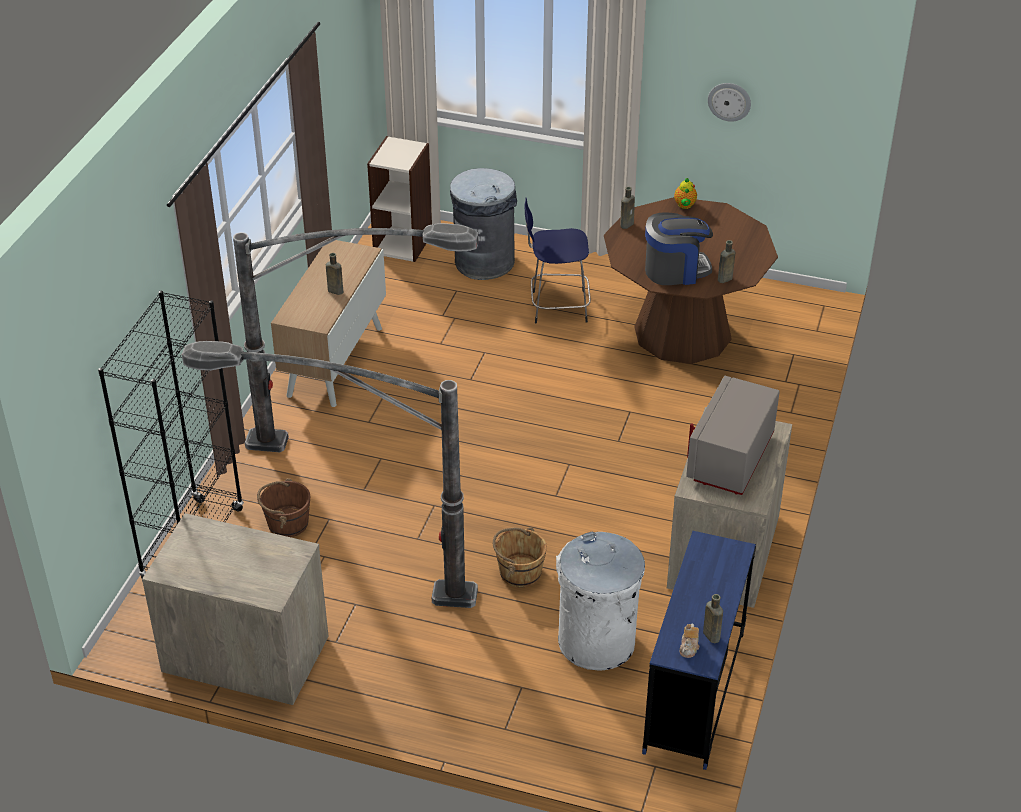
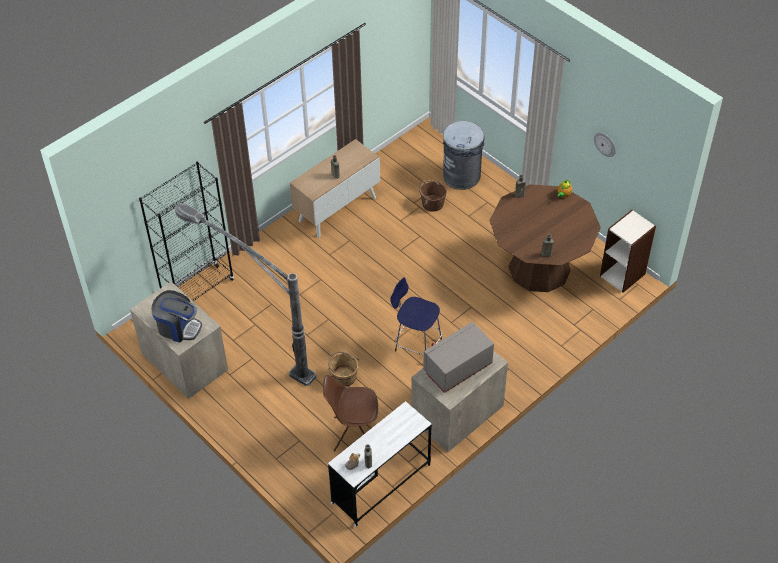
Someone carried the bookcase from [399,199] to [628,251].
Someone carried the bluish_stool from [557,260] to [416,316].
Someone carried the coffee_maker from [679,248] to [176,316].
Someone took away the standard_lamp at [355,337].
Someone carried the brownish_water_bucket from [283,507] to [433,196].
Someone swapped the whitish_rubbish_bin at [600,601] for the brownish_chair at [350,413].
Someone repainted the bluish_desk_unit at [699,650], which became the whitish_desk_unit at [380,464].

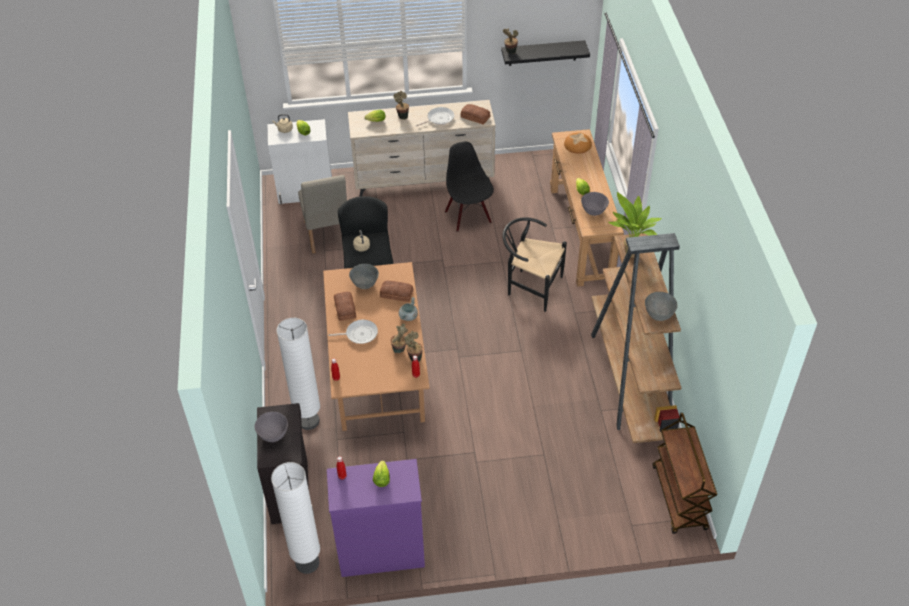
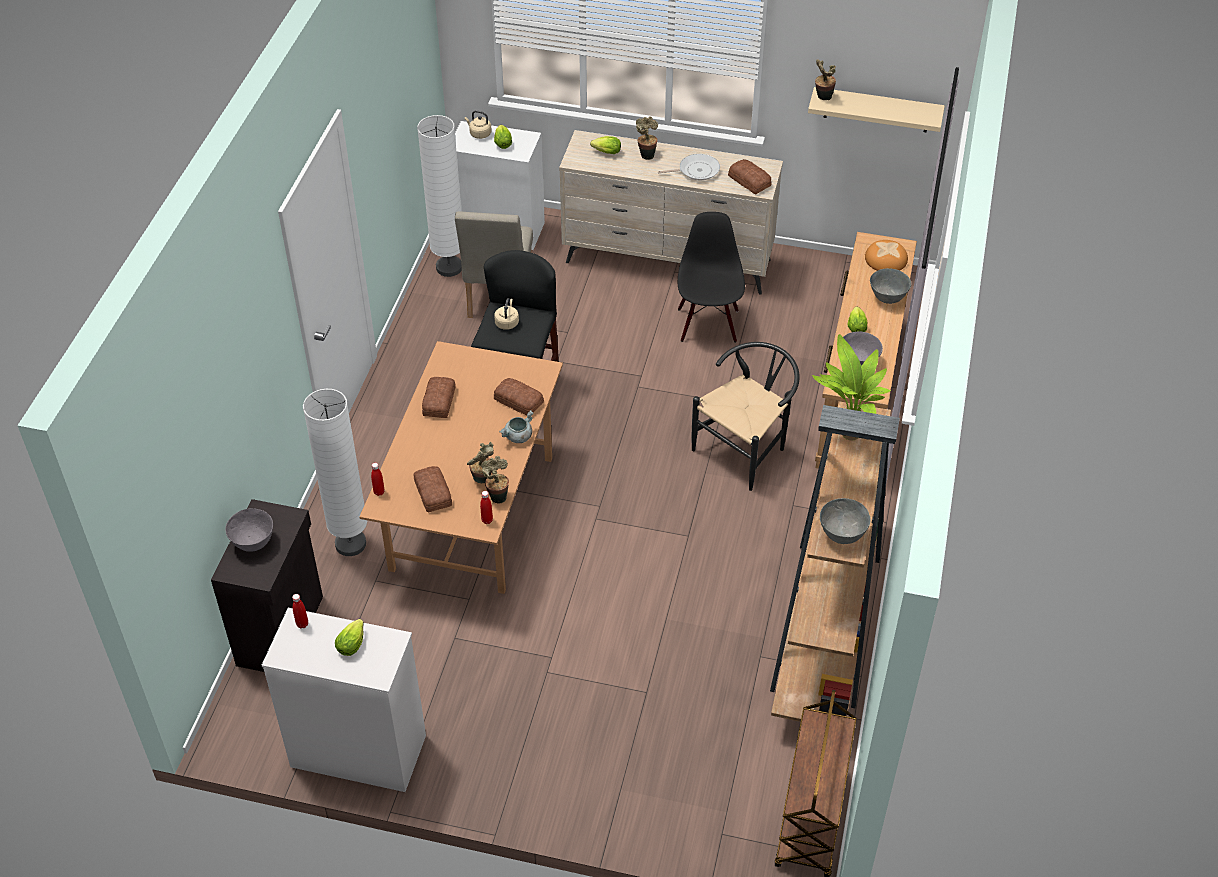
Someone repainted the blackish_bracket_shelf at [545,53], which became the beige_bracket_shelf at [876,109].
Someone rotated the blackish_chair at [534,264] by 90 degrees clockwise.
Someone carried the gray_serving_bowl from [364,276] to [890,286].
Someone took away the frying_pan at [353,332].
Someone repainted the purple_dresser at [376,518], which became the whitish_dresser at [344,700].
Someone carried the whitish_standard_lamp from [295,518] to [439,196].
Someone put down the bakery_bread at [433,489].

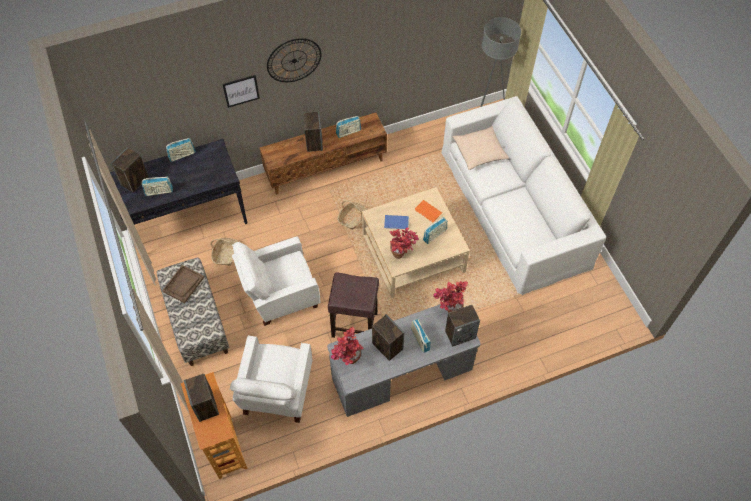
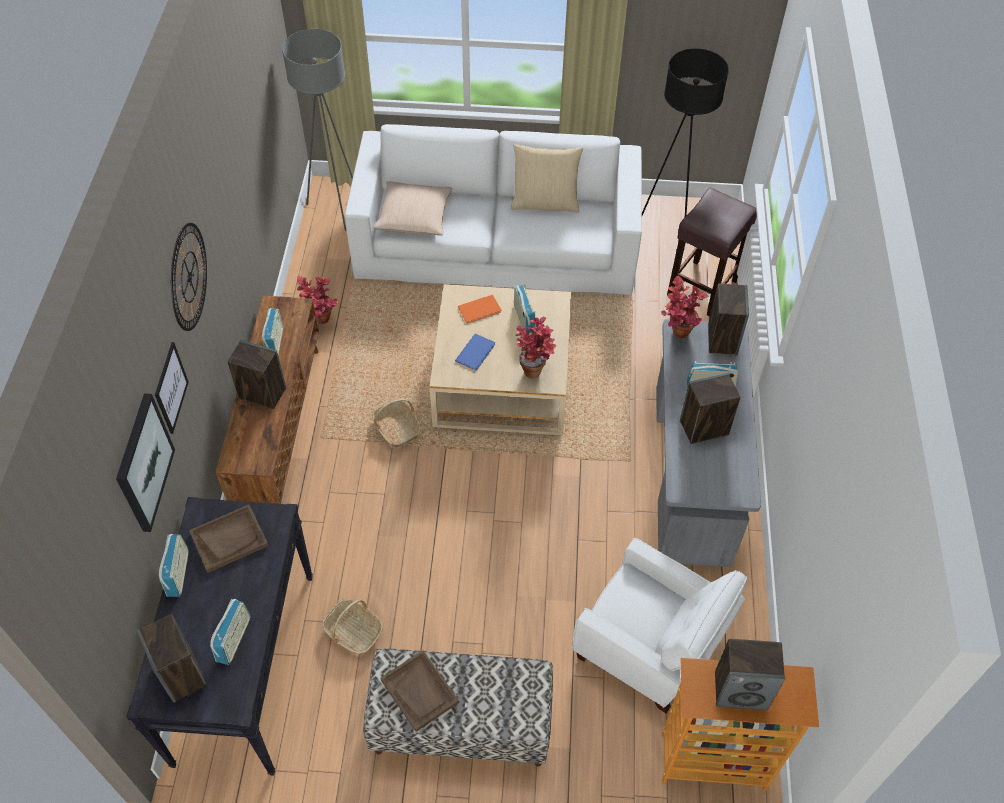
Someone took away the whitish_lounge_chair at [276,281].
Someone carried the brownish_stool from [353,305] to [712,252].
Someone carried the plant_in_a_pot from [347,346] to [317,300].
Someone put down the blackish_standard_lamp at [685,132].
Someone put down the beige_cushion at [547,178].
Someone put up the wall_picture at [145,463].
Someone put down the brownish_serving_tray at [228,539].

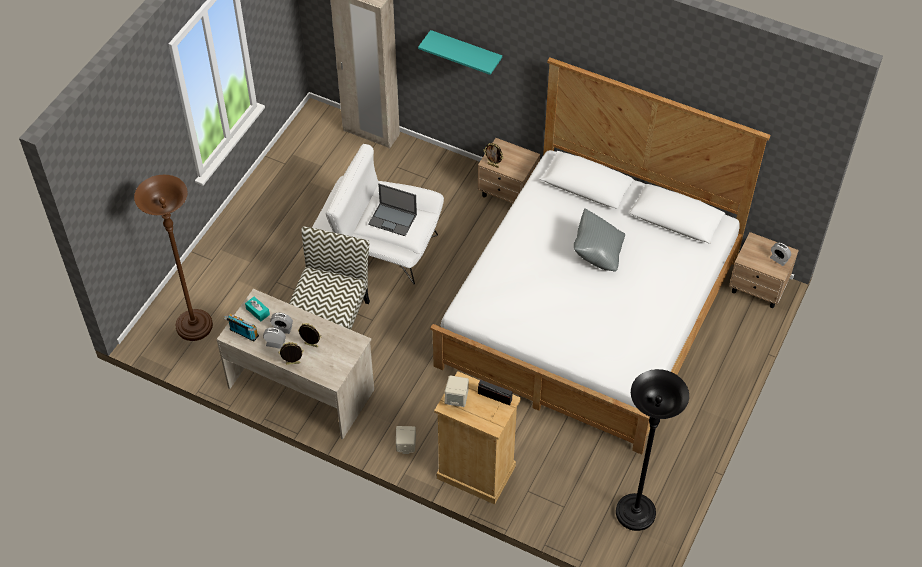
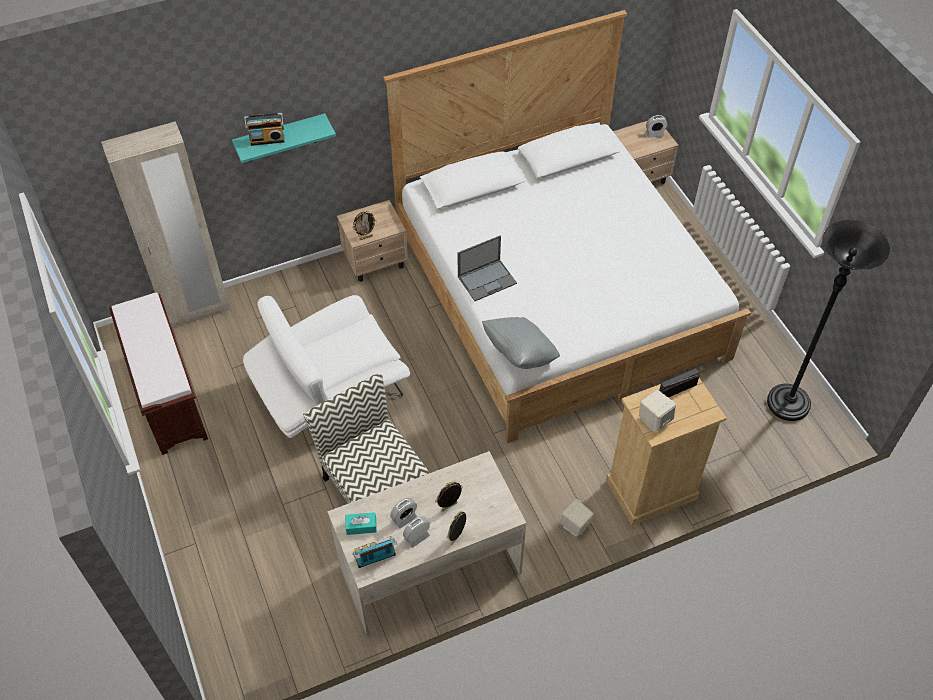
Someone took away the brownish_standard_lamp at [173,258].
Someone carried the portable_computer from [392,210] to [487,268].
Someone carried the gray_cushion from [599,240] to [521,343].
Someone put down the radio at [264,129].
Someone put down the brownish_bench at [158,374].

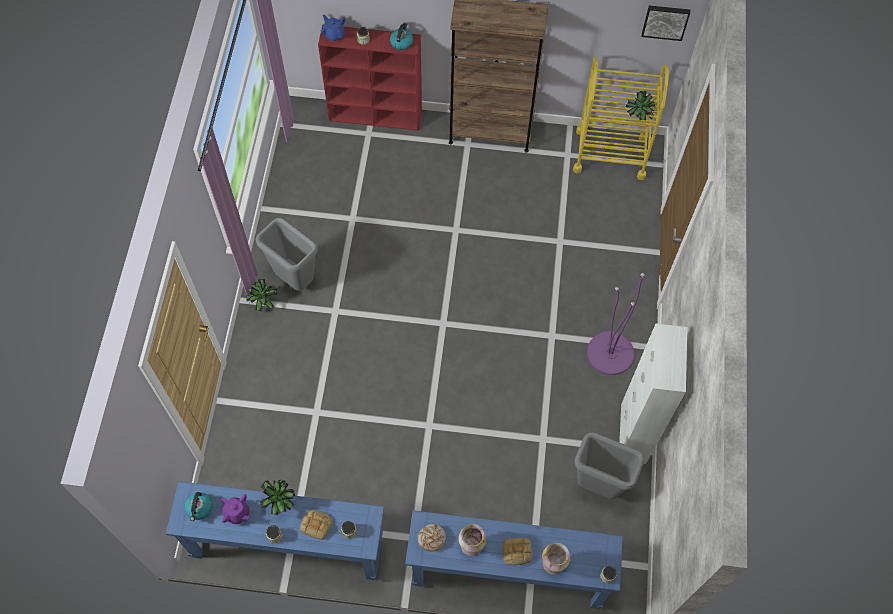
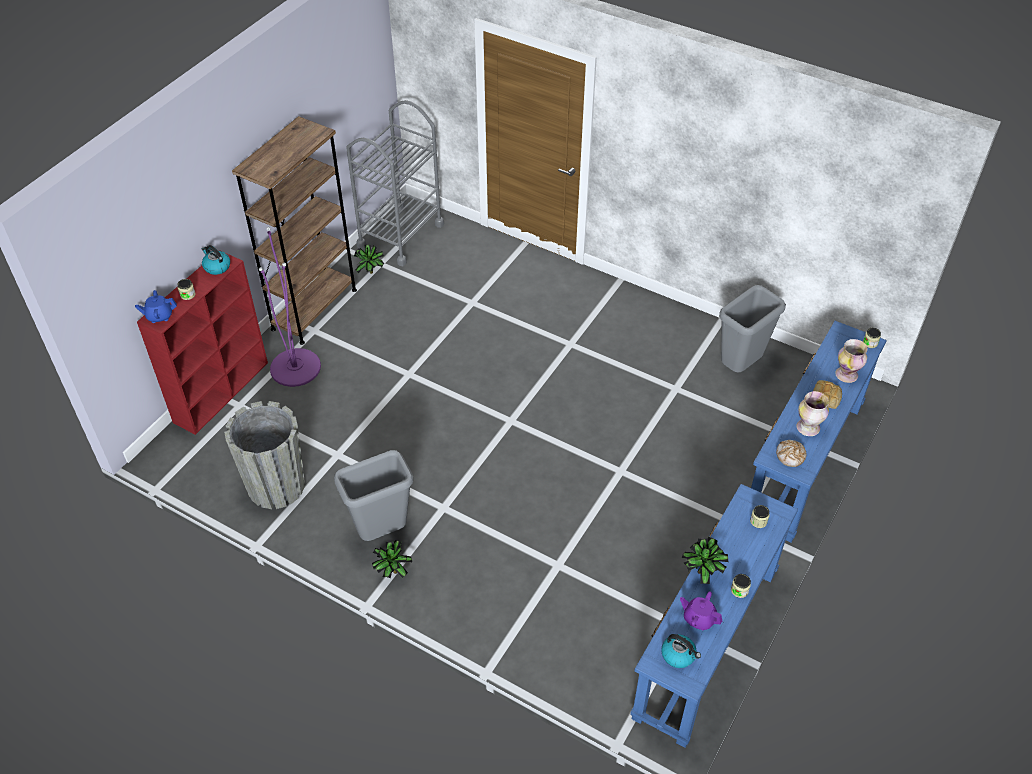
Someone took away the wall_picture at [666,23].
Someone repainted the yellow_cart at [621,118], which became the gray_cart at [395,183].
Someone carried the plant_in_a_pot from [640,105] to [369,259].
Someone carried the purple_standard_lamp from [616,324] to [290,307].
Someone took away the whitish_storage_cabinet at [653,394].
Someone rotated the purple_teapot at [235,509] by 120 degrees counterclockwise.
Someone took away the bakery_bread at [316,525].
Someone put down the gray_plant_pot at [264,455].

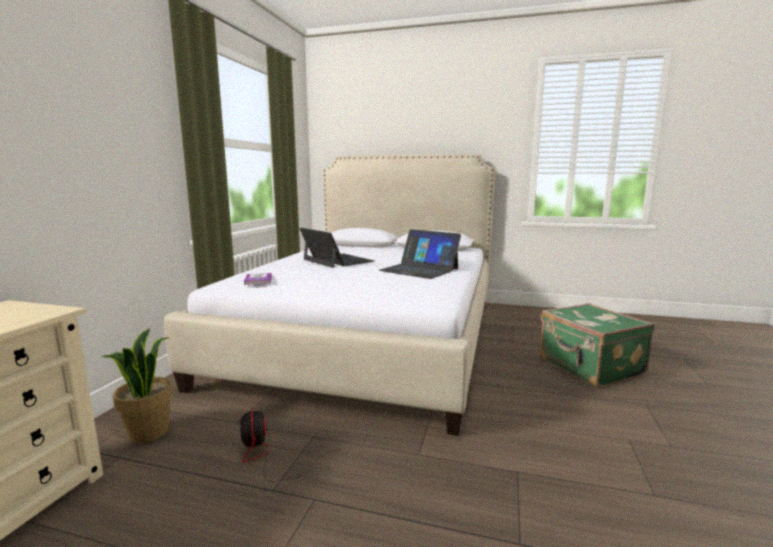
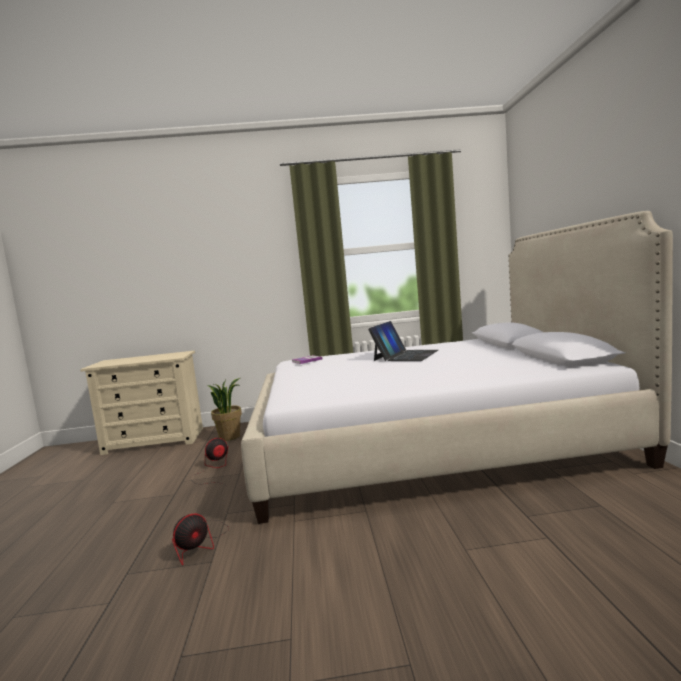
Someone took away the portable_computer at [420,254].
Someone took away the greenish_suitcase at [597,345].
Someone put down the fan at [200,539].

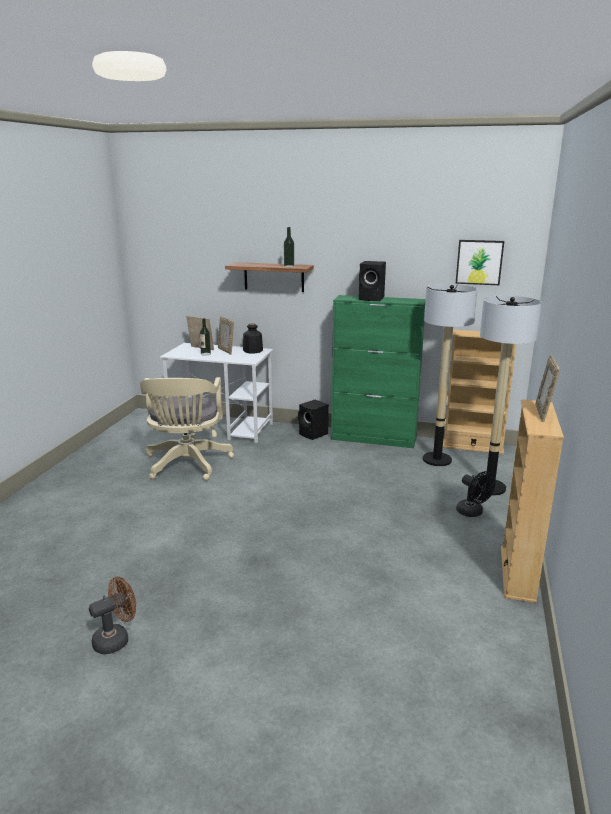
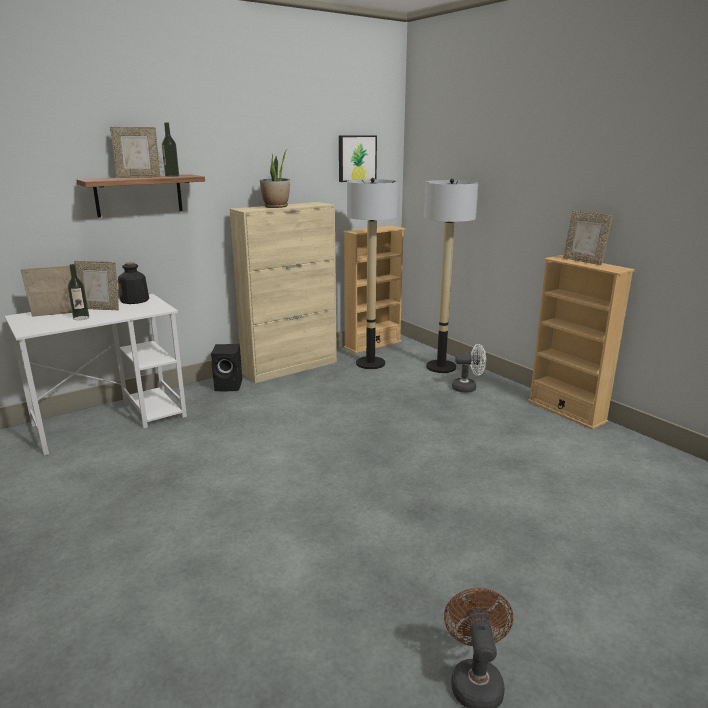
Someone swapped the blackish_audio_speaker at [372,281] for the plant_in_a_pot at [275,179].
Someone repainted the greenish_storage_cabinet at [378,371], which became the beige_storage_cabinet at [283,292].
Someone took away the beige_office_chair at [187,429].
Someone repainted the blackish_fan at [475,494], which became the whitish_fan at [469,368].
Someone put down the standing_frame at [135,152].

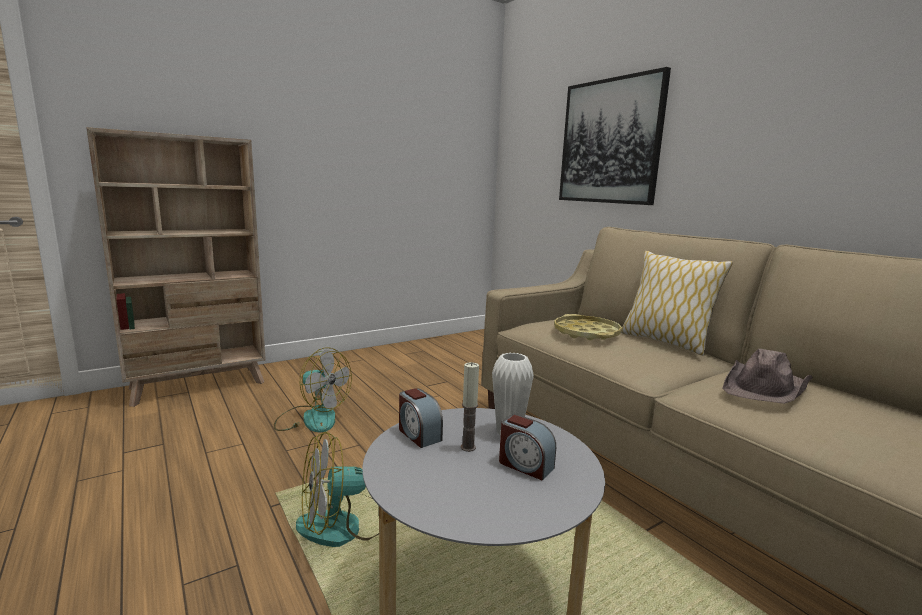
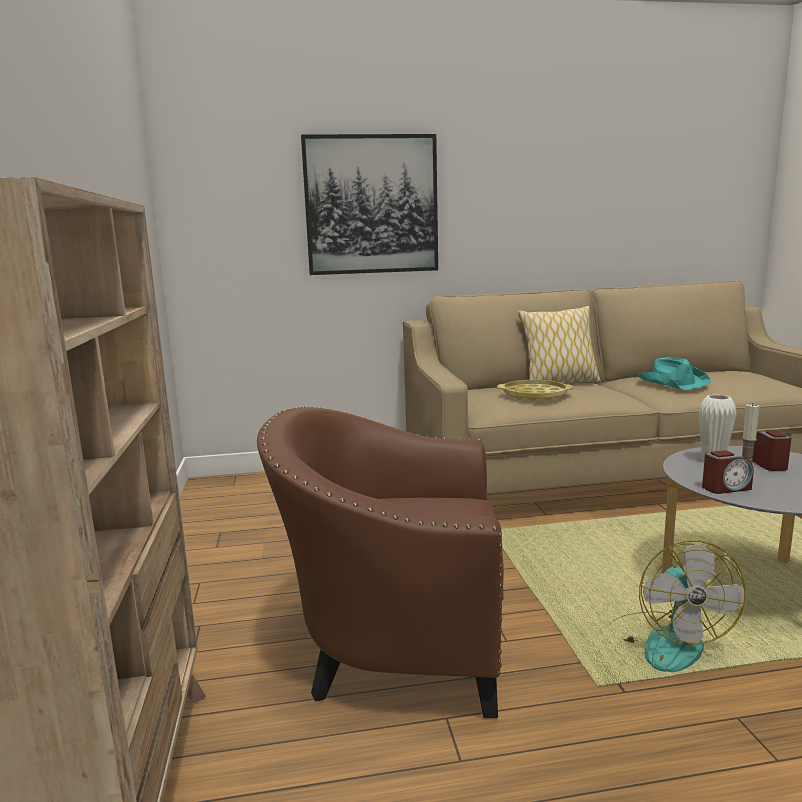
Someone swapped the fan at [313,390] for the brownish_lounge_chair at [380,562].
Someone repainted the brownish_wearable_hat at [767,376], which became the turquoise_wearable_hat at [674,373].
Someone rotated the table_clock at [527,447] by 60 degrees counterclockwise.

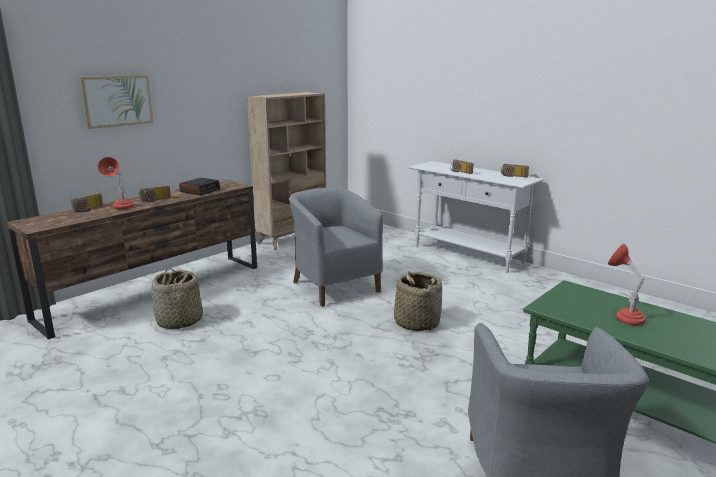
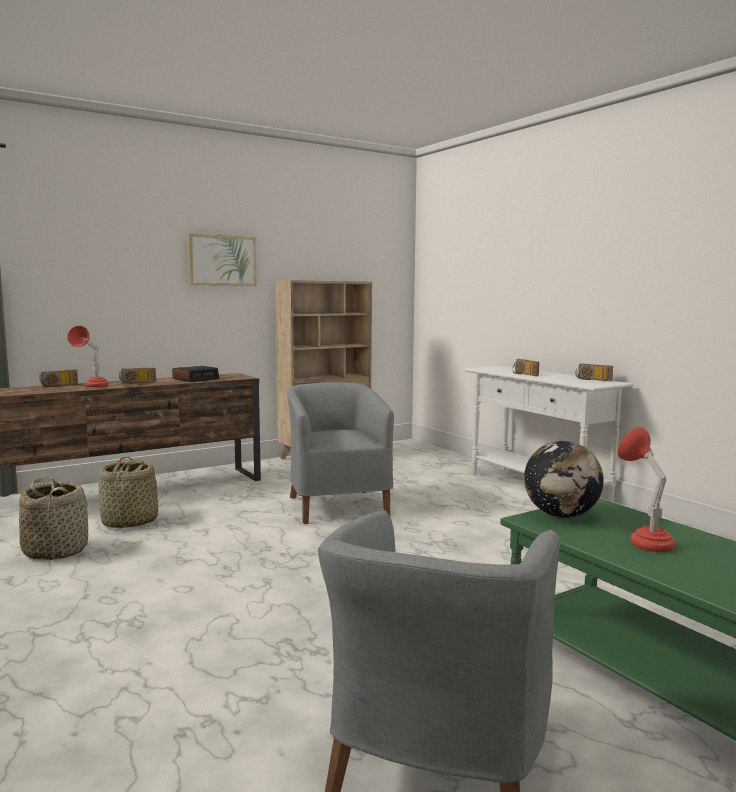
Someone carried the wall_picture from [116,102] to [222,260].
Someone carried the basket from [418,301] to [53,518].
Someone put down the world_globe at [564,479].

